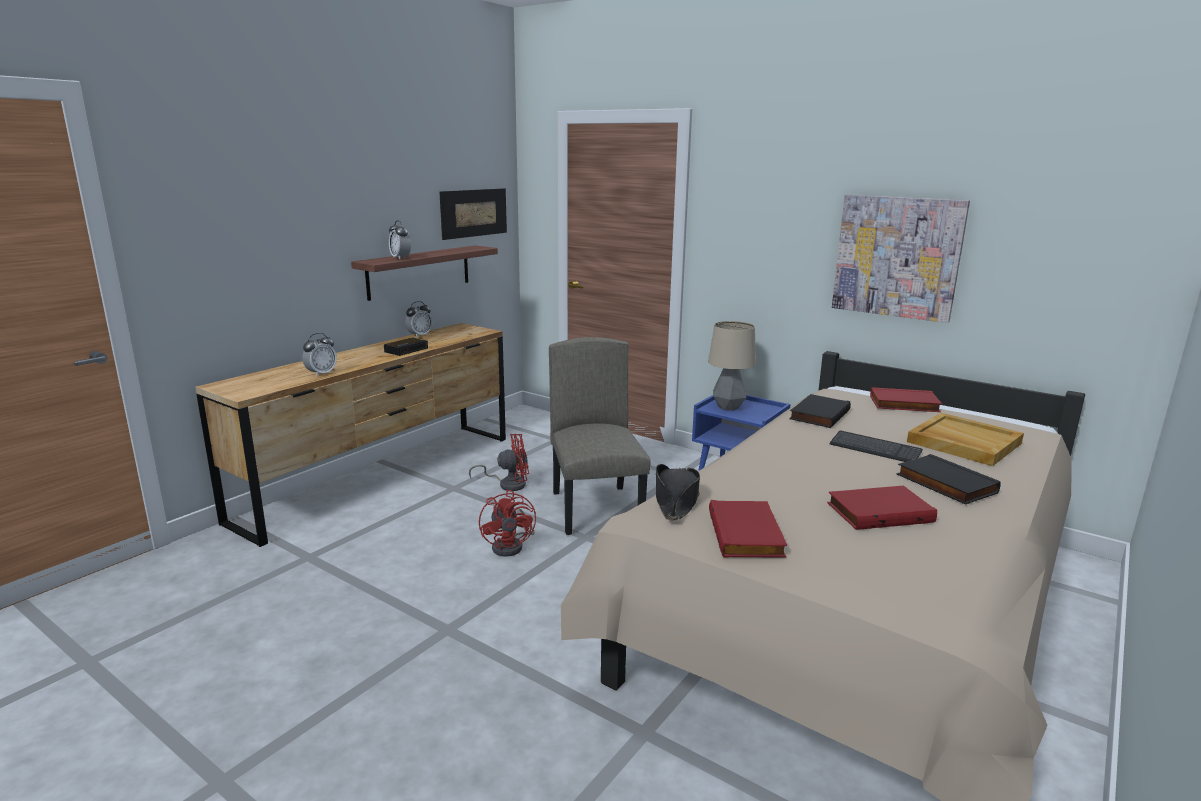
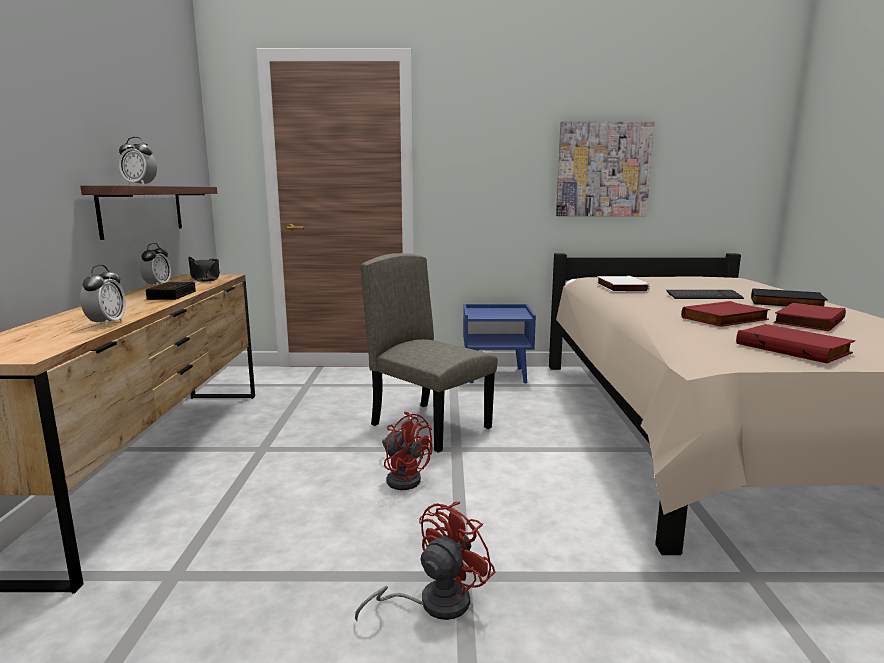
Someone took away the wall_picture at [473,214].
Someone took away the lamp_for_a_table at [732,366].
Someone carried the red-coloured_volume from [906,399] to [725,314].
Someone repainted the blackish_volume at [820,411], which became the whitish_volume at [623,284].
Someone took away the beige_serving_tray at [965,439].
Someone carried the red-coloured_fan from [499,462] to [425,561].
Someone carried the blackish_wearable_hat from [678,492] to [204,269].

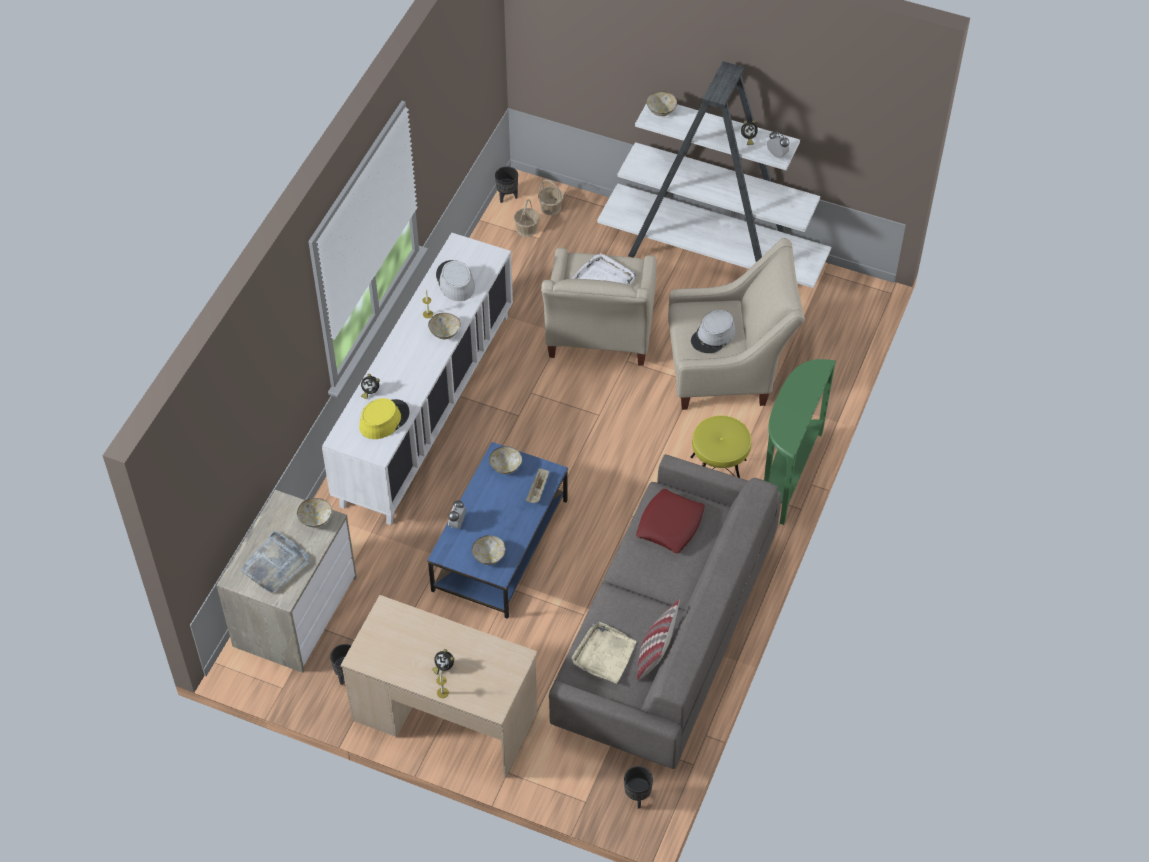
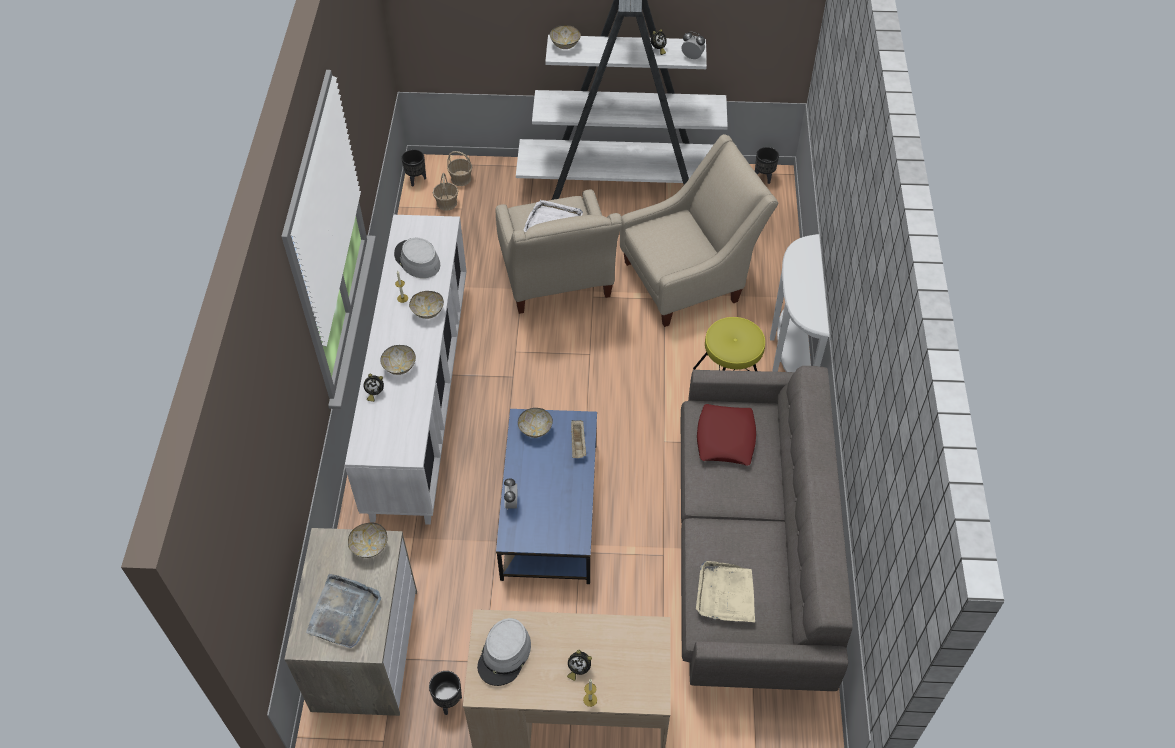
Someone carried the gray_wearable_hat from [713,331] to [504,652].
Someone repainted the greenish_hall_table at [800,442], which became the whitish_hall_table at [799,303].
Someone took away the yellow_wearable_hat at [384,418].
Someone carried the serving_bowl from [488,550] to [398,360].
Someone took away the cushion at [658,640].
Someone carried the blackish_plant_pot from [638,787] to [767,165].

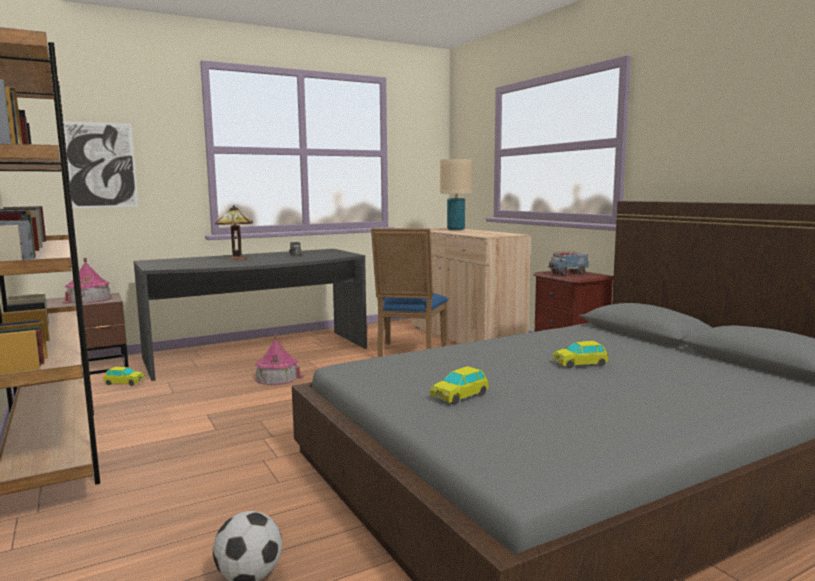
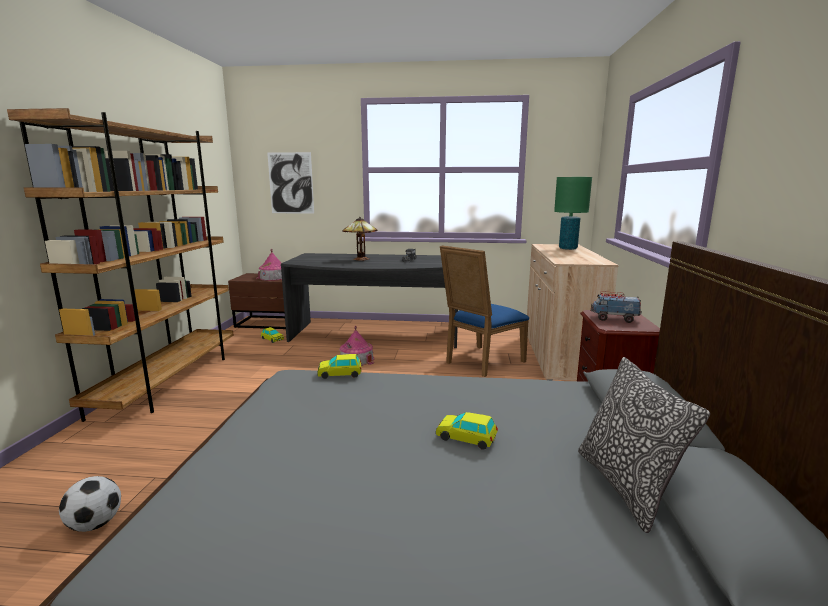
Someone repainted the beige_lamp_for_a_table at [456,194], which became the greenish_lamp_for_a_table at [573,213].
Someone carried the model_car from [459,385] to [339,366].
Someone put down the cushion at [644,445].

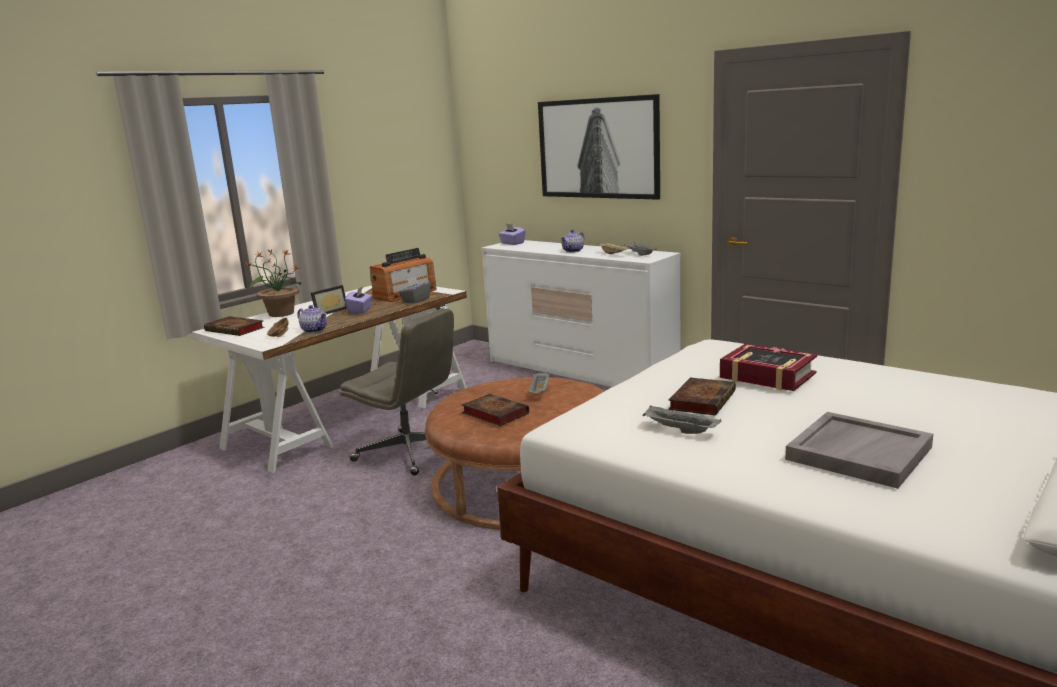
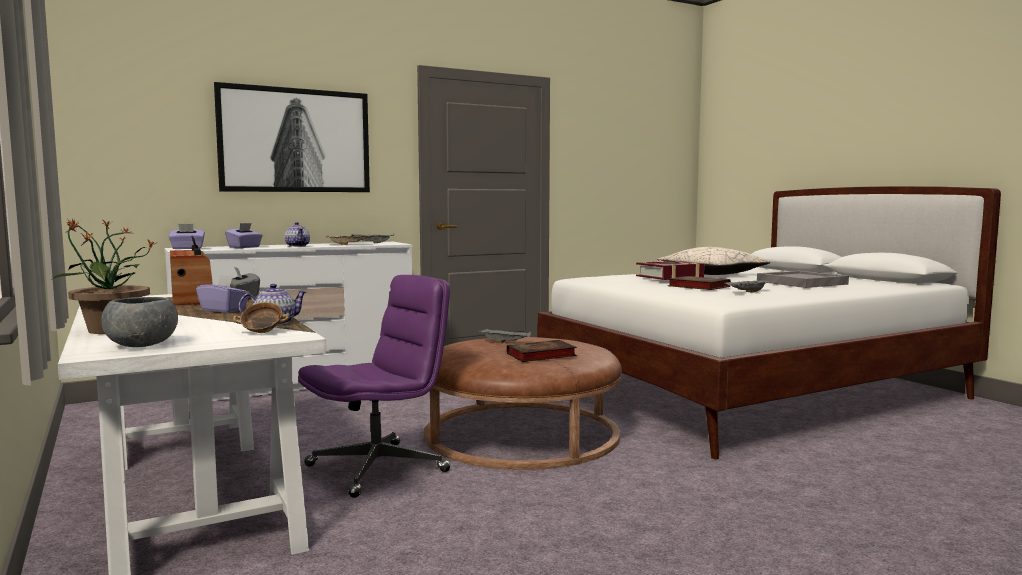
Someone took away the standing_frame at [329,299].
Someone repainted the gray_office_chair at [397,391], which became the purple_office_chair at [374,386].
Someone swapped the volume at [234,326] for the gray_serving_bowl at [139,322].
Someone put down the purple_box_of_tissues at [244,235].
Someone put down the beige_cushion at [714,261].

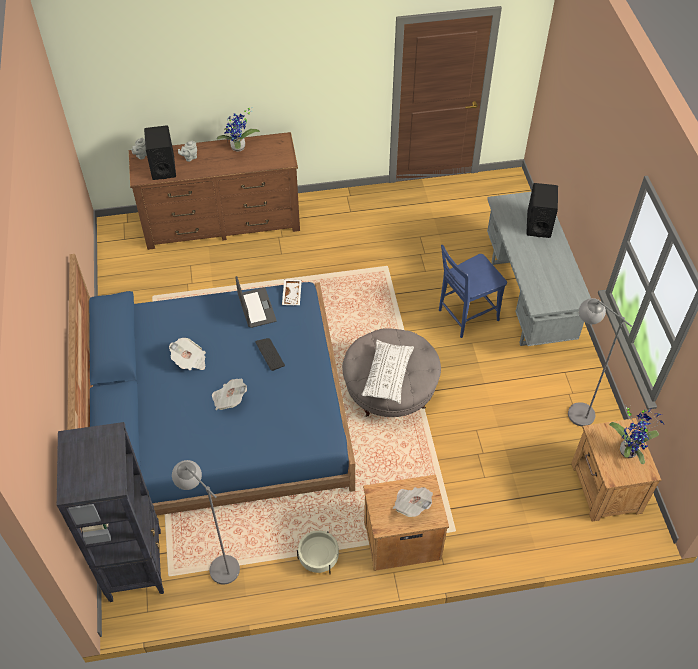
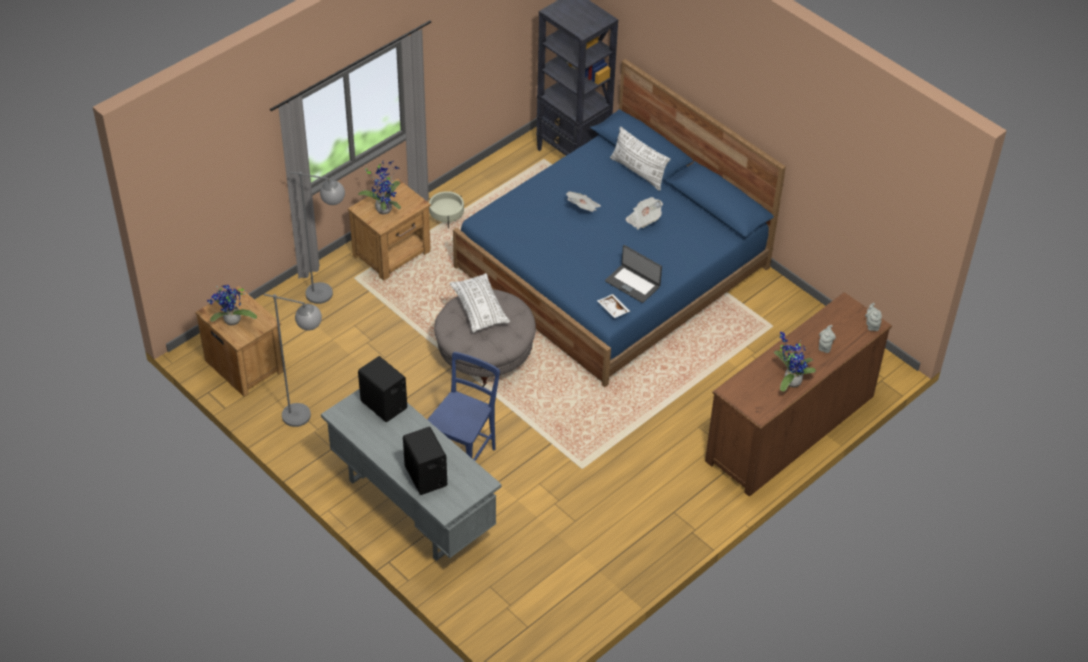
Someone carried the blackish_audio_speaker from [160,152] to [382,389].
Someone took away the keyboard at [270,354].
Someone carried the gray_standard_lamp from [206,522] to [317,238].
Someone swapped the newspaper at [413,502] for the plant_in_a_pot at [379,186].
Someone put down the whitish_cushion at [640,159].

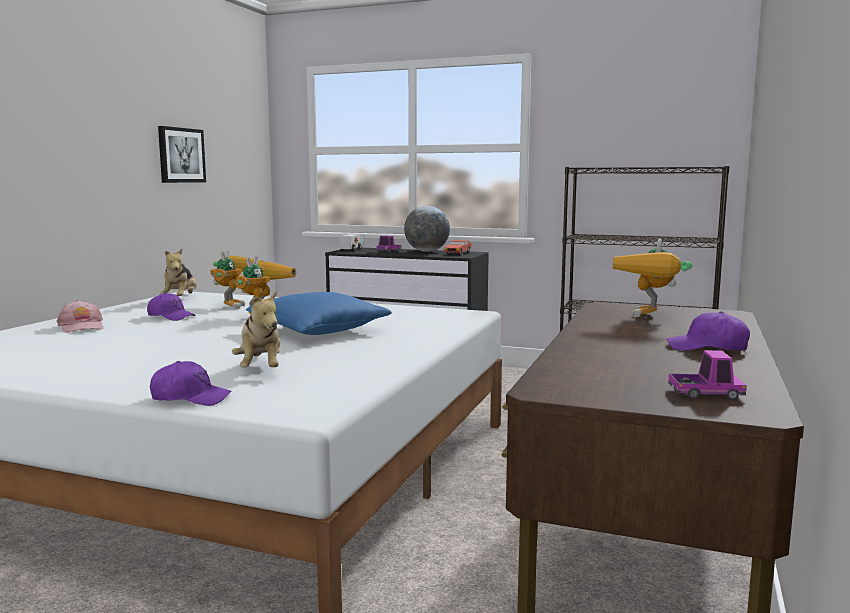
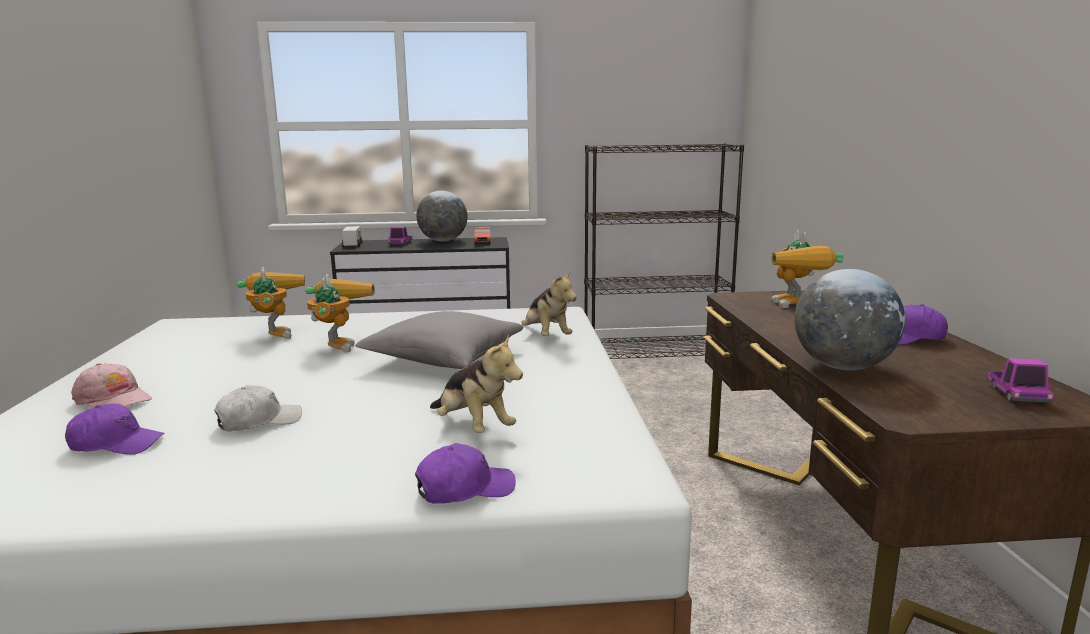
Someone took away the wall_picture at [182,154].
Someone carried the cuddly_toy from [178,272] to [549,303].
Someone repainted the bluish_cushion at [319,313], which became the gray_cushion at [439,340].
Someone carried the purple_peaked_cap from [171,307] to [115,429].
Someone rotated the toy_lorry at [707,375] by 120 degrees clockwise.
Someone put down the world_globe at [850,319].
Someone put down the whitish_peaked_cap at [258,408].

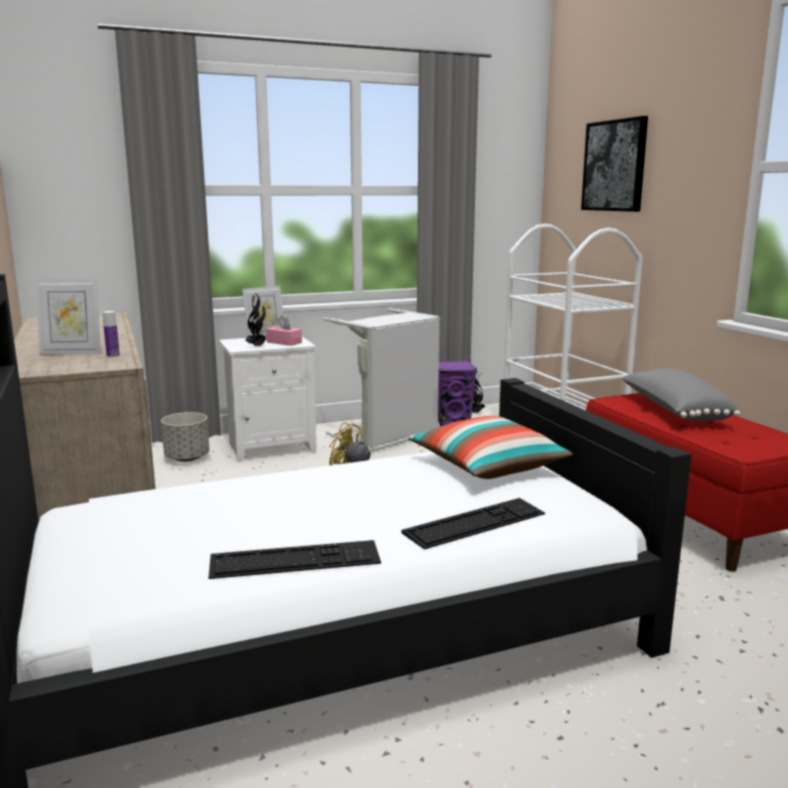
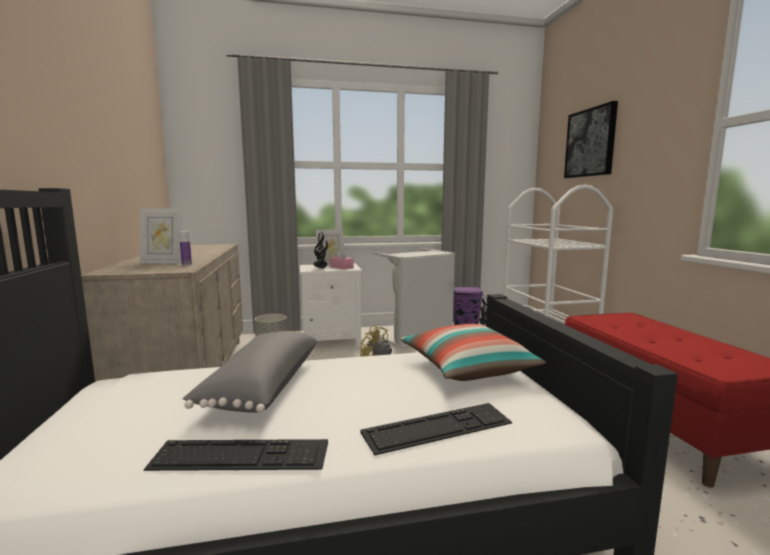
Someone carried the gray_cushion from [680,394] to [250,372].

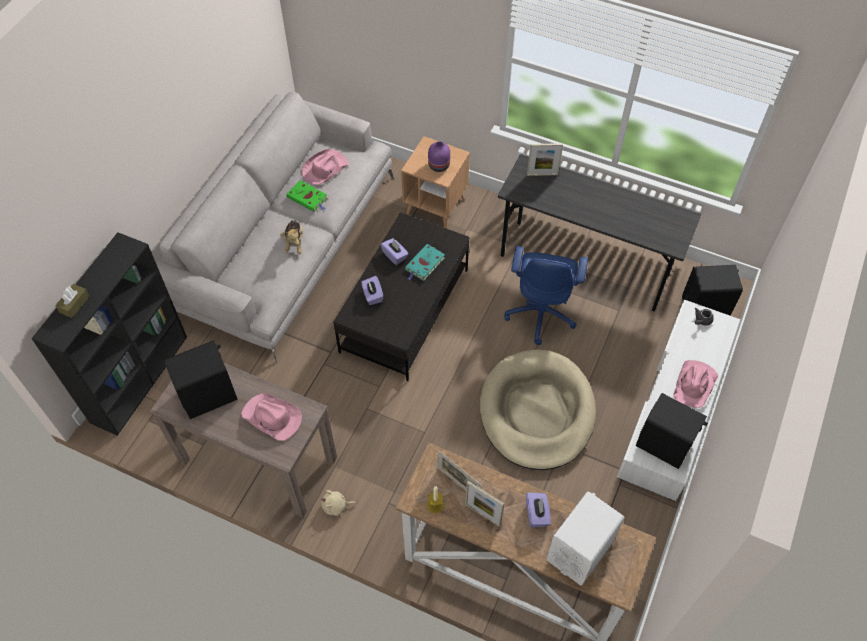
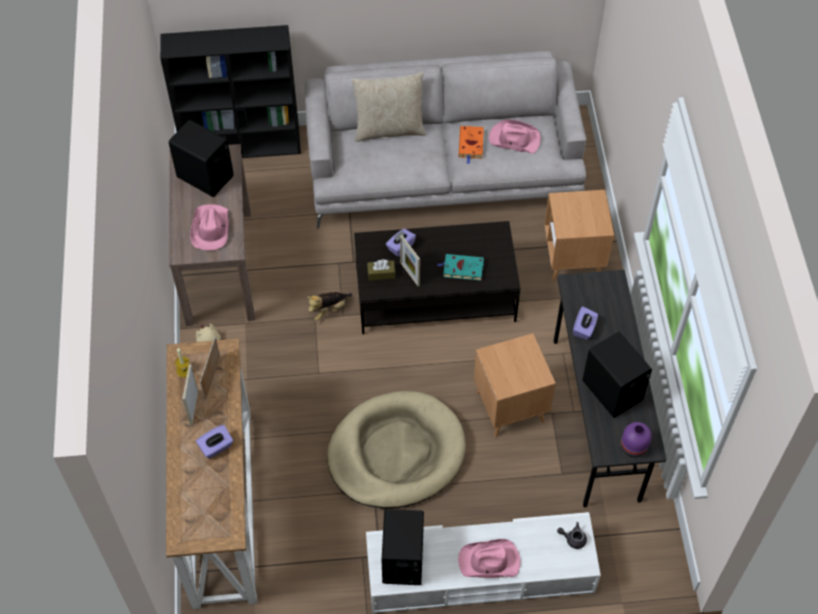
Someone carried the purple_flower_vase from [439,156] to [636,440].
Someone carried the standing_frame from [545,159] to [410,260].
Someone repainted the greenish_volume at [306,196], which became the orange_volume at [471,145].
Someone carried the cuddly_toy from [291,237] to [329,306].
Someone carried the purple_box_of_tissues from [394,251] to [585,323].
Someone swapped the bluish_office_chair at [546,295] for the brownish_end_table at [515,385].
Someone carried the blackish_audio_speaker from [712,290] to [617,375].
Someone carried the brownish_box_of_tissues from [72,301] to [381,270].
Someone took away the whitish_audio_speaker at [586,539].
Someone put down the beige_cushion at [389,107].

